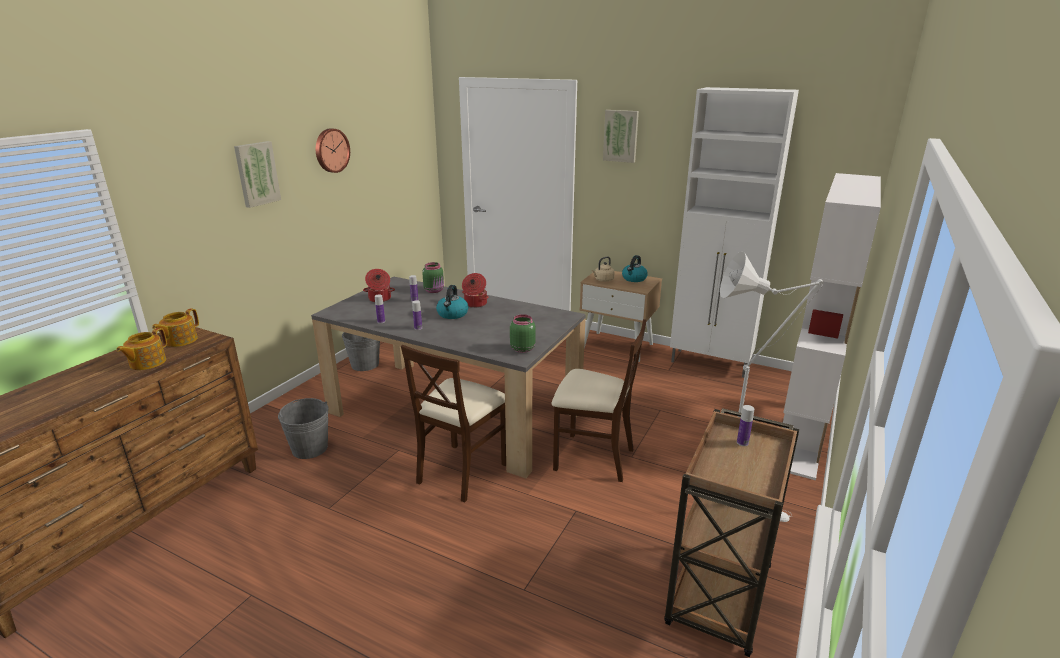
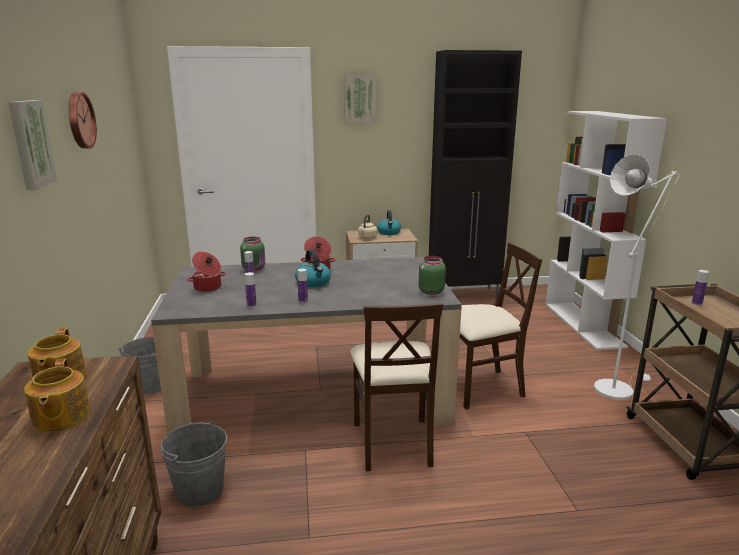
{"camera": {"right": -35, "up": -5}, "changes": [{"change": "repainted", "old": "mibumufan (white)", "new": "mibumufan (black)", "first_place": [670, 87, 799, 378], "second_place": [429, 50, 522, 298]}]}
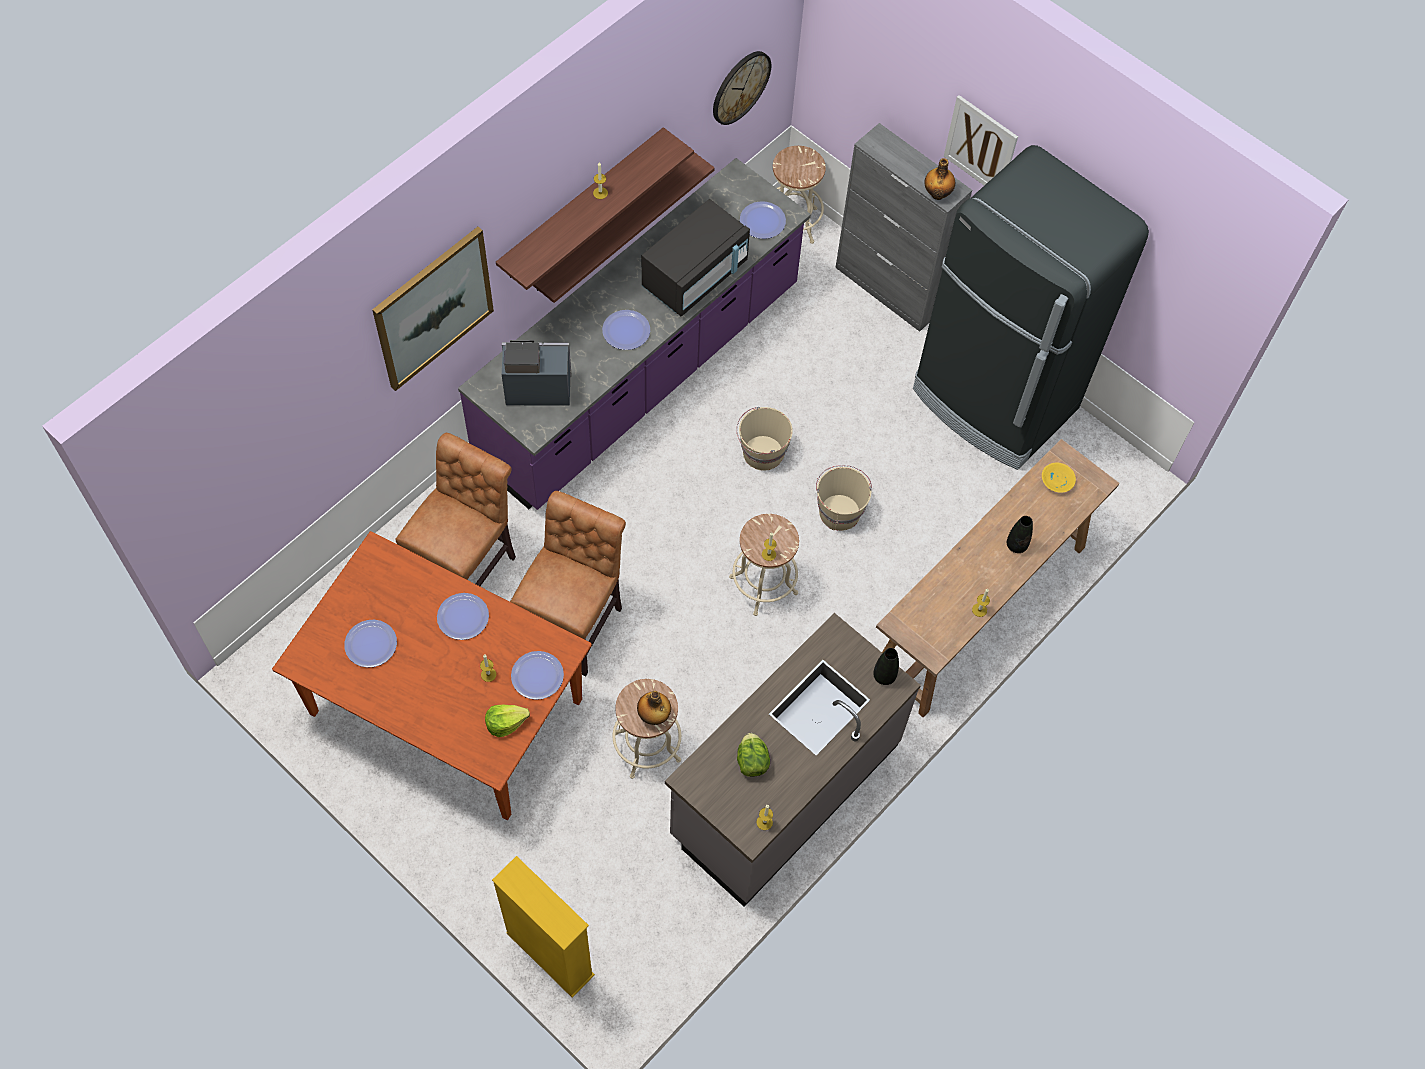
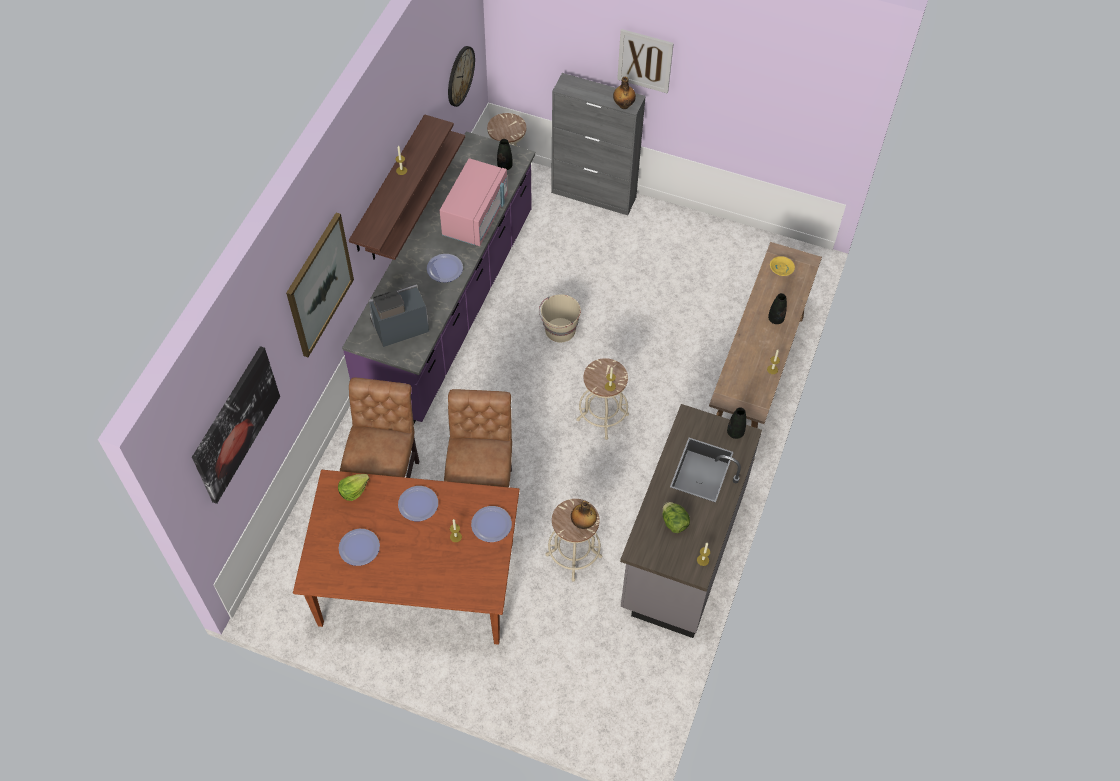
{"camera": {"right": -20, "up": -5}, "changes": [{"change": "shifted", "old": "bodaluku", "first_place": [485, 704, 530, 737], "second_place": [338, 474, 370, 501]}, {"change": "gone", "old": "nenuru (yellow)", "first_place": [492, 856, 595, 998]}, {"change": "repainted", "old": "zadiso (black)", "new": "zadiso (pink)", "first_place": [642, 199, 750, 317], "second_place": [440, 158, 508, 246]}, {"change": "swapped", "old": "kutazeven", "new": "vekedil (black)", "first_place": [740, 201, 786, 239], "second_place": [497, 139, 513, 170]}, {"change": "gone", "old": "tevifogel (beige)", "first_place": [816, 465, 872, 531]}, {"change": "gone", "old": "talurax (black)", "first_place": [913, 145, 1149, 470]}, {"change": "new", "new": "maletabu", "second_place": [192, 346, 280, 504]}]}
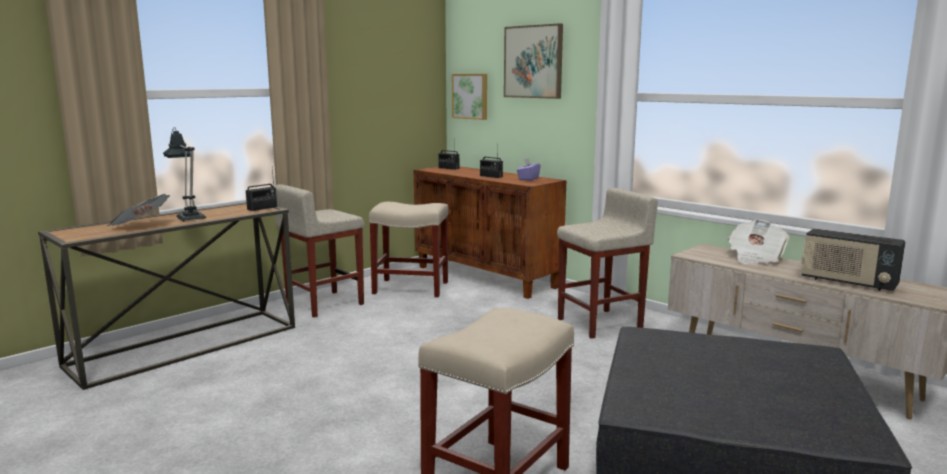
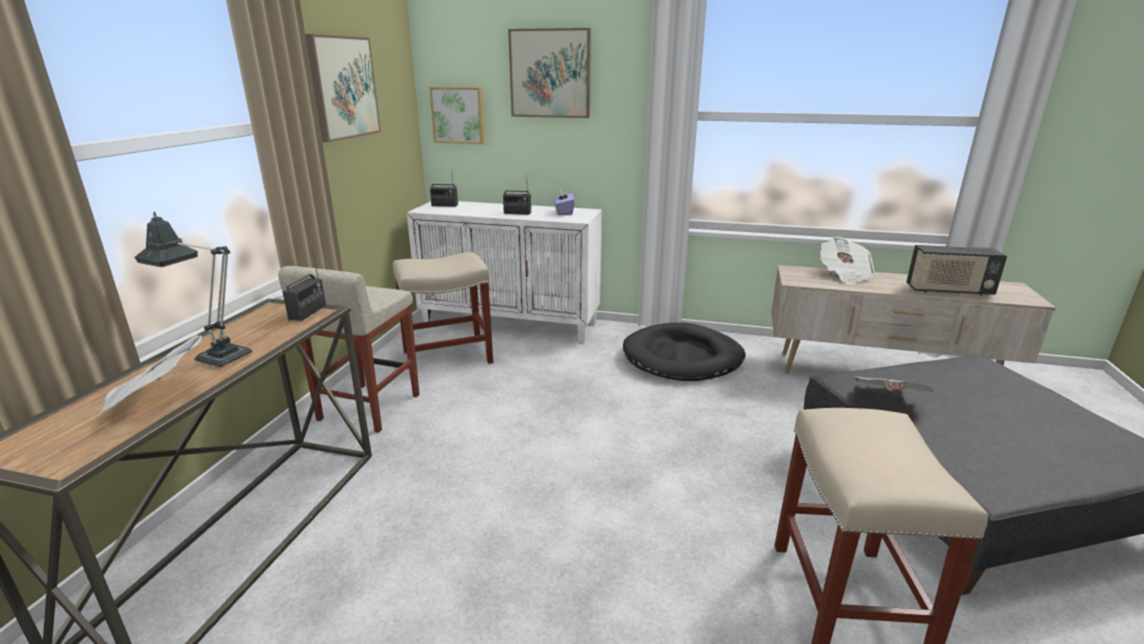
{"camera": {"right": -30, "up": 10}, "changes": [{"change": "repainted", "old": "mibumufan (brown)", "new": "mibumufan (white)", "first_place": [414, 166, 566, 299], "second_place": [407, 201, 602, 343]}, {"change": "swapped", "old": "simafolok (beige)", "new": "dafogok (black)", "first_place": [557, 188, 658, 339], "second_place": [623, 323, 745, 381]}, {"change": "new", "new": "maletabu", "second_place": [305, 34, 381, 142]}, {"change": "new", "new": "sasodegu", "second_place": [853, 376, 933, 392]}]}
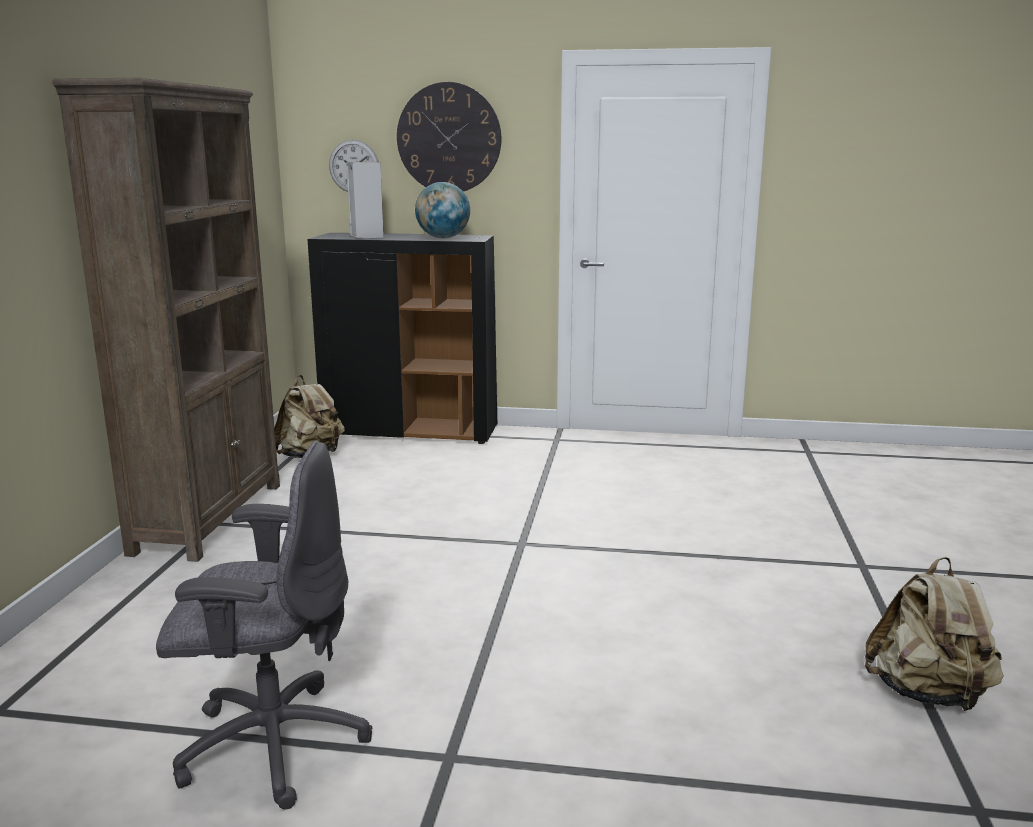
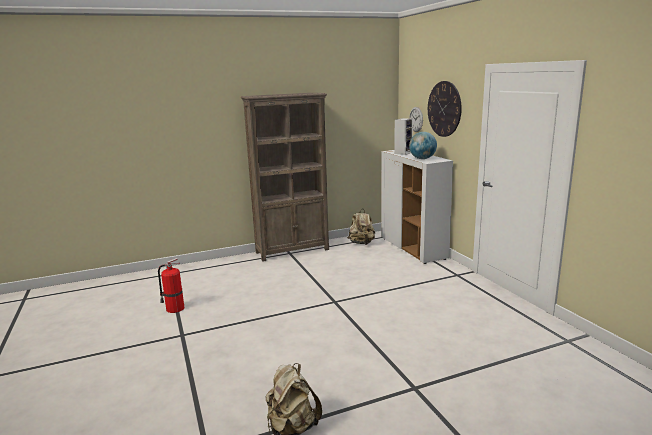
{"camera": {"right": 60, "up": 0}, "changes": [{"change": "swapped", "old": "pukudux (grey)", "new": "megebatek", "first_place": [156, 441, 373, 809], "second_place": [158, 258, 185, 313]}, {"change": "repainted", "old": "mibumufan (black)", "new": "mibumufan (white)", "first_place": [307, 233, 497, 444], "second_place": [381, 150, 453, 264]}]}
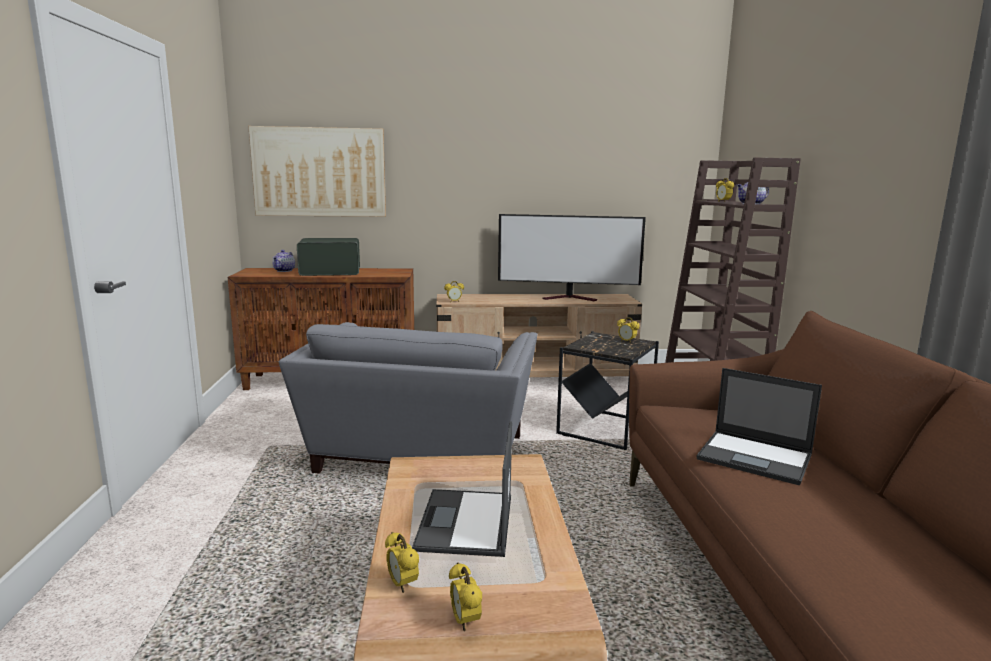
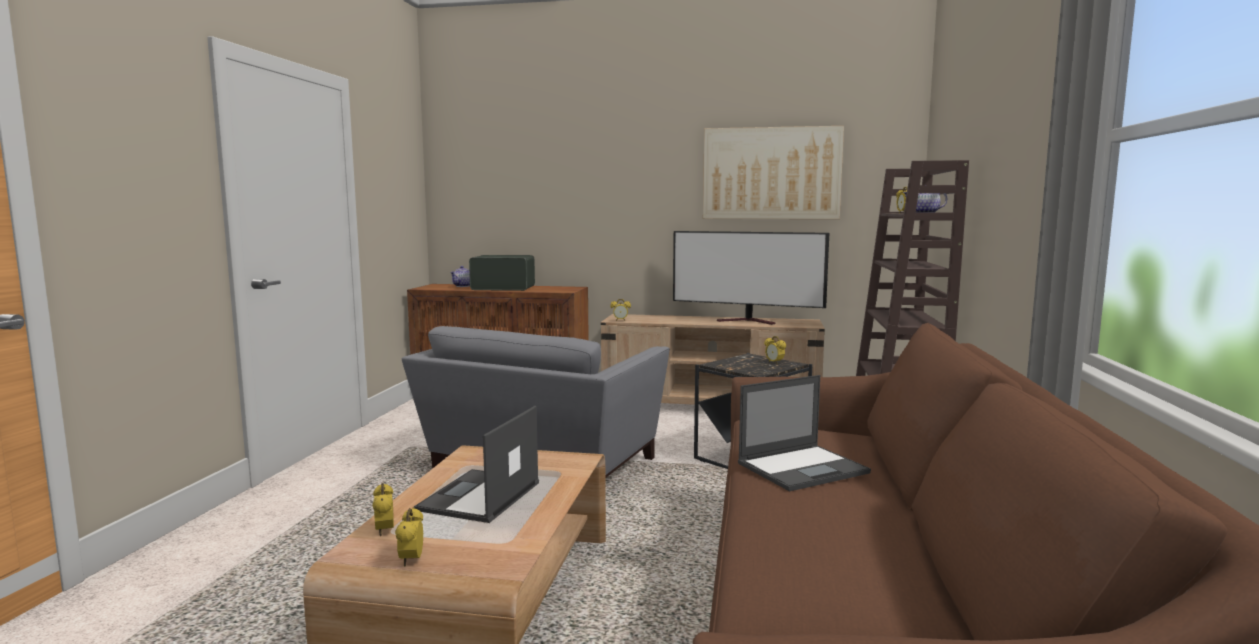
{"camera": {"right": 15, "up": -5}, "changes": [{"change": "shifted", "old": "maletabu", "first_place": [248, 126, 386, 217], "second_place": [703, 126, 844, 219]}, {"change": "rotated", "old": "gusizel", "first_place": [697, 368, 822, 486], "second_place": [738, 375, 871, 491], "degrees": -75}]}
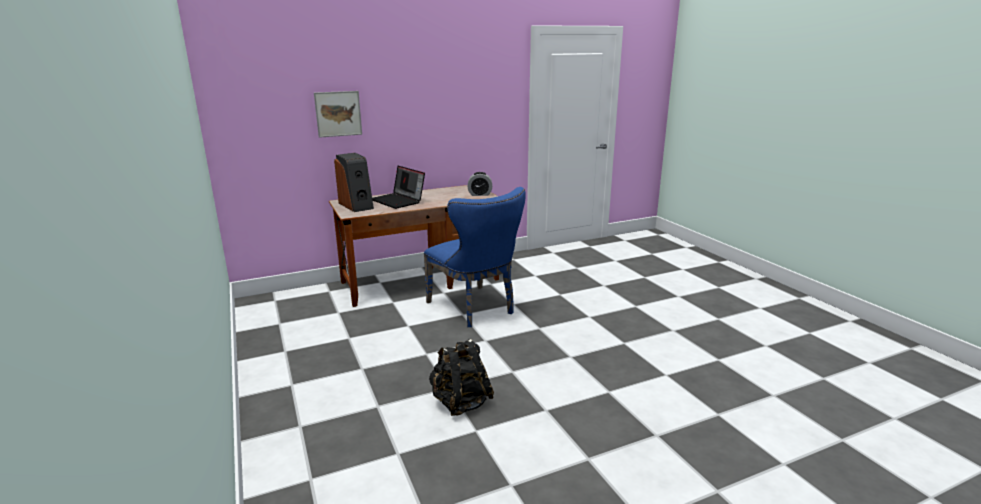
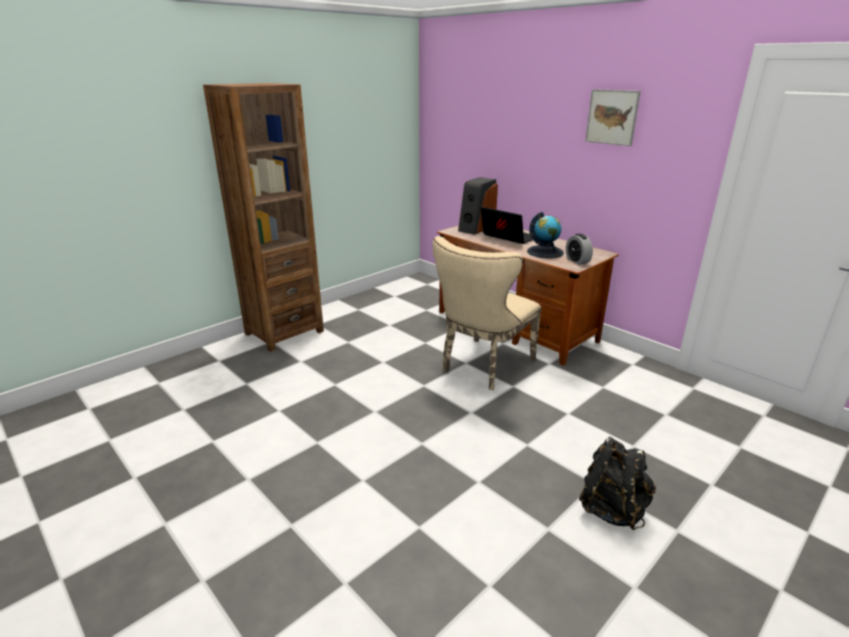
{"camera": {"right": 70, "up": 5}, "changes": [{"change": "shifted", "old": "maletabu", "first_place": [314, 91, 362, 138], "second_place": [585, 89, 641, 146]}, {"change": "rotated", "old": "gusizel", "first_place": [372, 166, 425, 209], "second_place": [480, 207, 533, 244], "degrees": 105}, {"change": "repainted", "old": "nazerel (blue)", "new": "nazerel (beige)", "first_place": [424, 187, 526, 327], "second_place": [433, 236, 542, 390]}, {"change": "shifted", "old": "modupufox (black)", "first_place": [429, 339, 494, 416], "second_place": [579, 437, 656, 530]}, {"change": "new", "new": "nenuru (brown)", "second_place": [203, 83, 324, 352]}, {"change": "new", "new": "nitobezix", "second_place": [527, 212, 564, 258]}]}
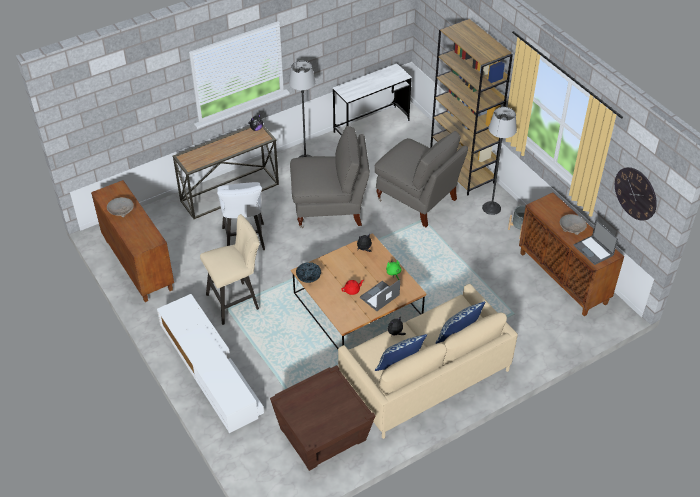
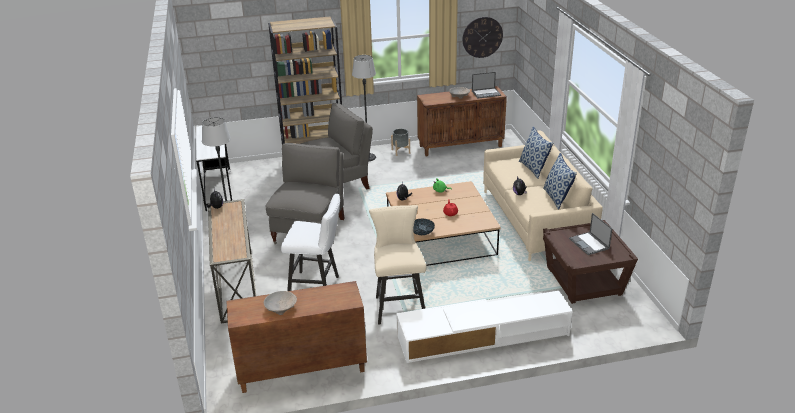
{"camera": {"right": -70, "up": -15}, "changes": [{"change": "shifted", "old": "gusizel", "first_place": [360, 279, 400, 311], "second_place": [569, 213, 612, 255]}]}
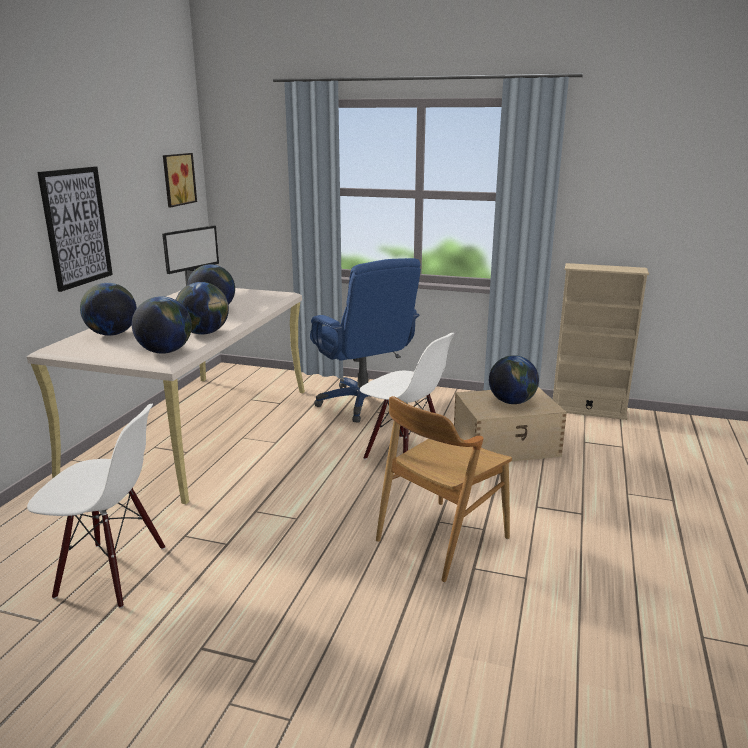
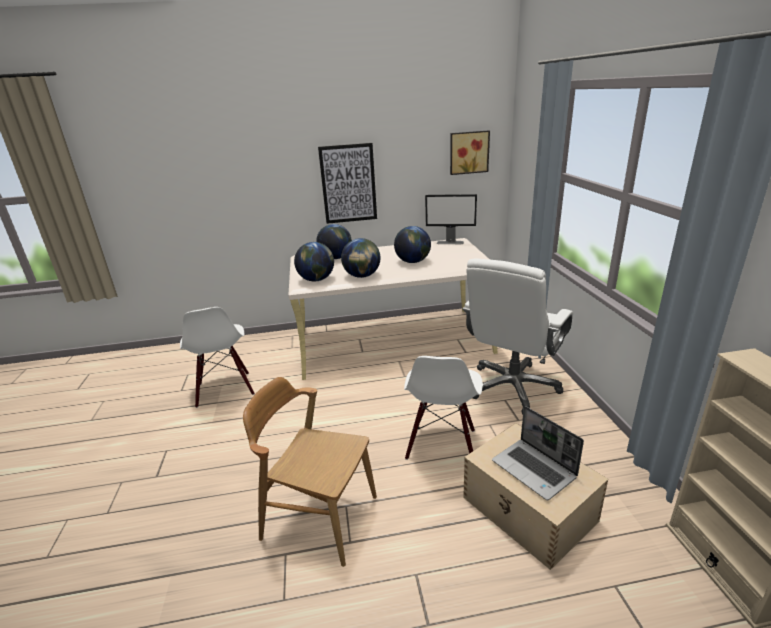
{"camera": {"right": 65, "up": 5}, "changes": [{"change": "repainted", "old": "pukudux (blue)", "new": "pukudux (white)", "first_place": [310, 258, 421, 423], "second_place": [462, 258, 573, 415]}, {"change": "swapped", "old": "nitobezix", "new": "gusizel", "first_place": [489, 355, 539, 404], "second_place": [492, 406, 584, 500]}]}
